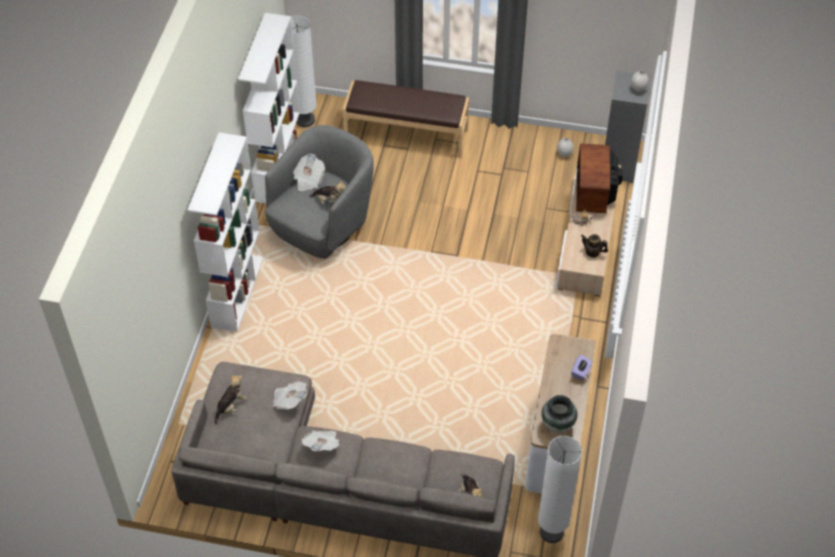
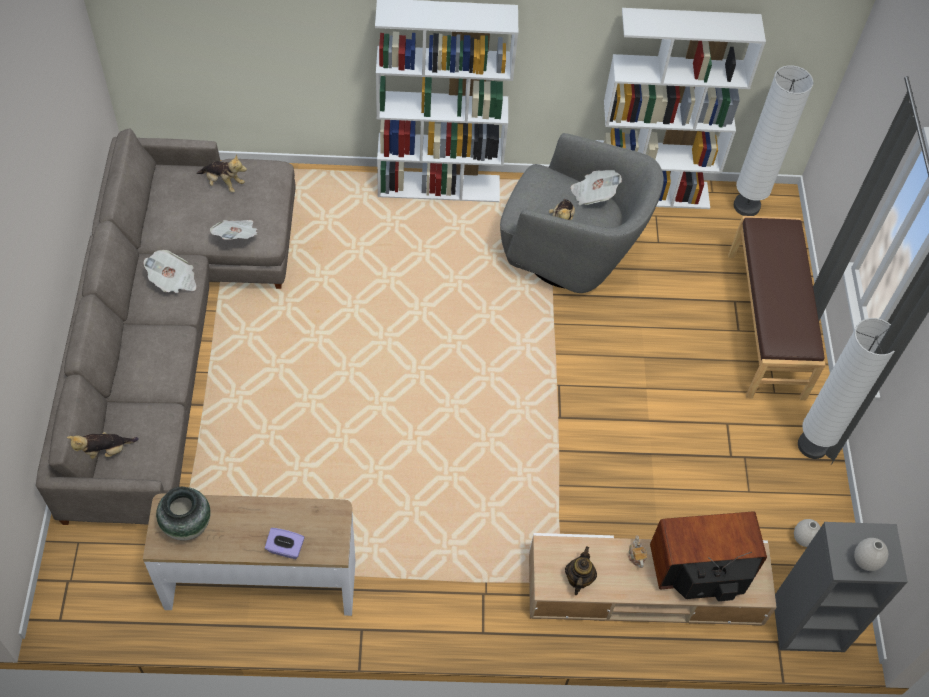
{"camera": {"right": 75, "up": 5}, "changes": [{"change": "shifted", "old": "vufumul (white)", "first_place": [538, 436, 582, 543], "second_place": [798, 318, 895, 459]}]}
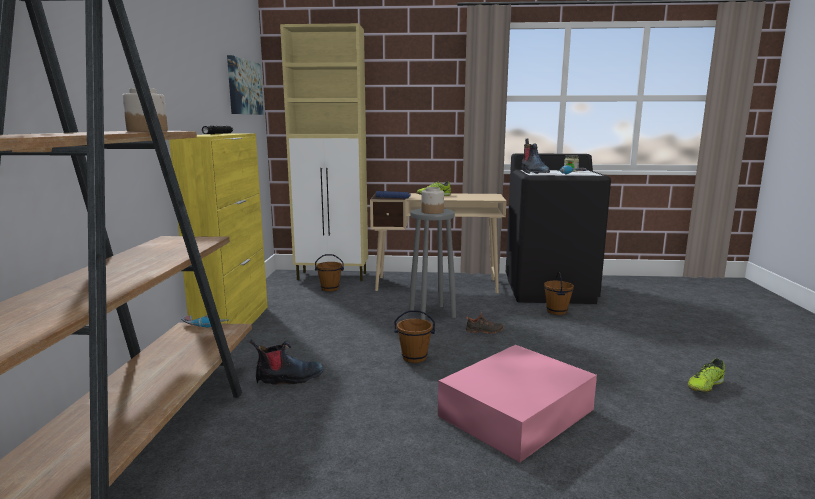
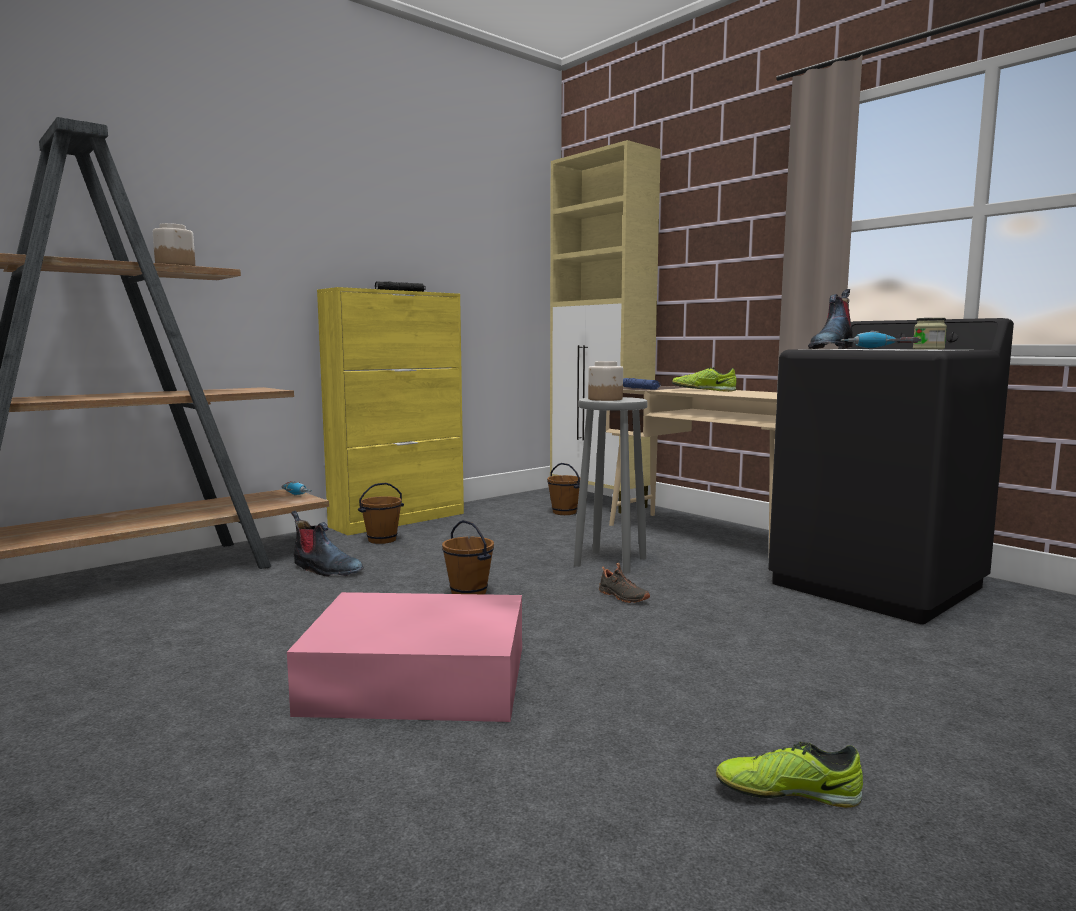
{"camera": {"right": 45, "up": -5}, "changes": [{"change": "gone", "old": "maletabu", "first_place": [227, 55, 264, 115]}, {"change": "shifted", "old": "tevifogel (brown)", "first_place": [544, 272, 574, 315], "second_place": [358, 482, 404, 544]}]}
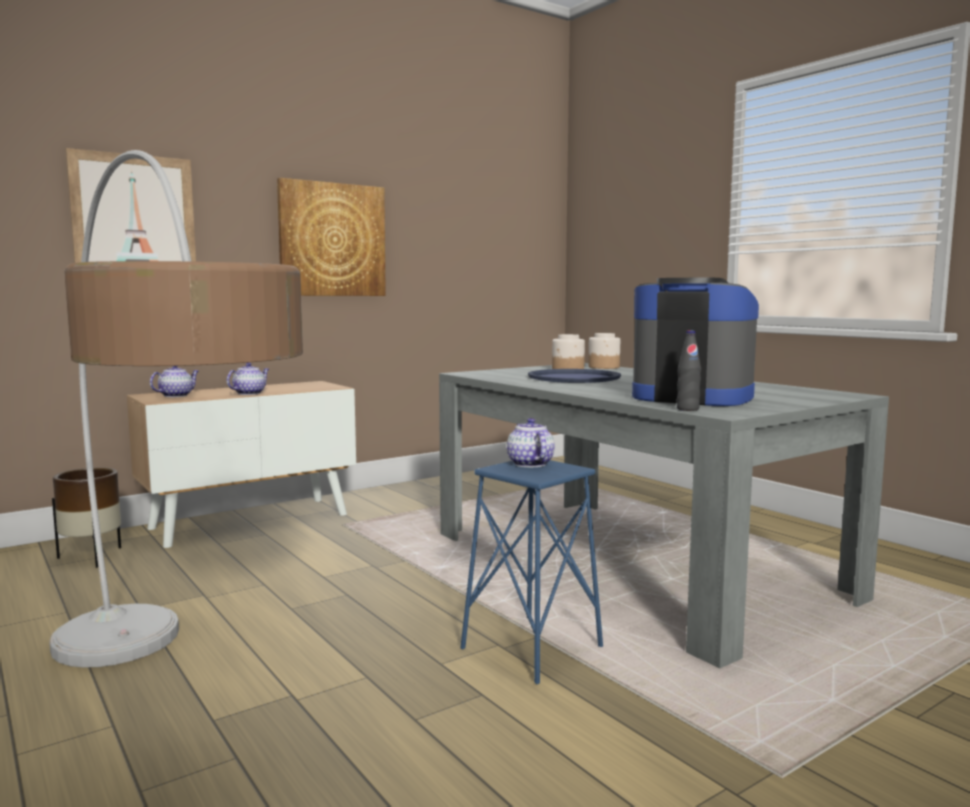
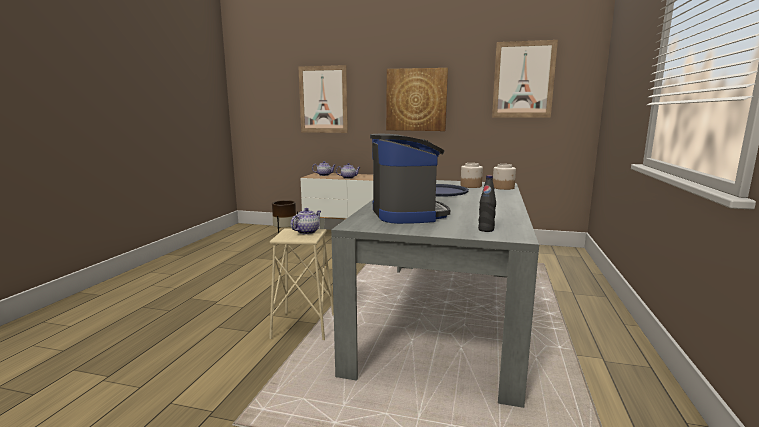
{"camera": {"right": 50, "up": 5}, "changes": [{"change": "gone", "old": "vufumul", "first_place": [49, 150, 303, 668]}, {"change": "repainted", "old": "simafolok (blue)", "new": "simafolok (beige)", "first_place": [460, 460, 603, 685], "second_place": [269, 228, 334, 340]}, {"change": "shifted", "old": "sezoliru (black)", "first_place": [677, 330, 701, 411], "second_place": [478, 175, 496, 232]}, {"change": "new", "new": "maletabu", "second_place": [492, 40, 558, 118]}]}
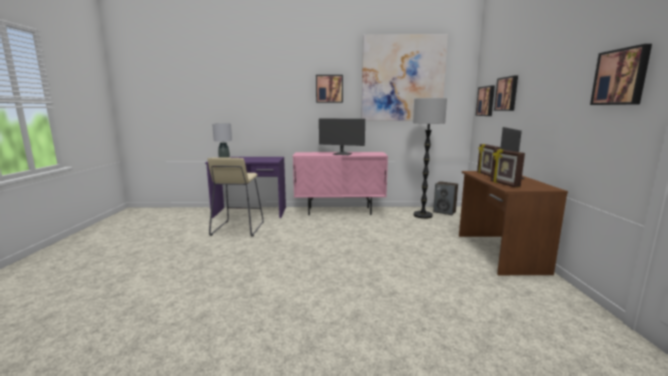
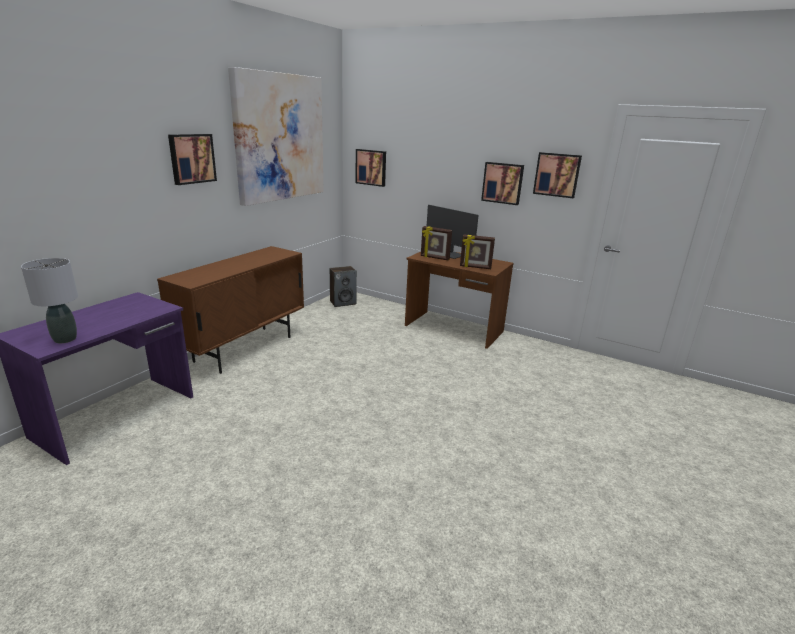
{"camera": {"right": -60, "up": 10}, "changes": [{"change": "gone", "old": "simafolok (beige)", "first_place": [208, 158, 264, 237]}, {"change": "repainted", "old": "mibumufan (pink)", "new": "mibumufan (brown)", "first_place": [293, 152, 388, 215], "second_place": [157, 246, 304, 374]}, {"change": "gone", "old": "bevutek", "first_place": [319, 118, 365, 155]}, {"change": "gone", "old": "vufumul", "first_place": [413, 98, 447, 219]}, {"change": "shifted", "old": "maletabu", "first_place": [494, 76, 518, 111], "second_place": [481, 162, 524, 205]}]}
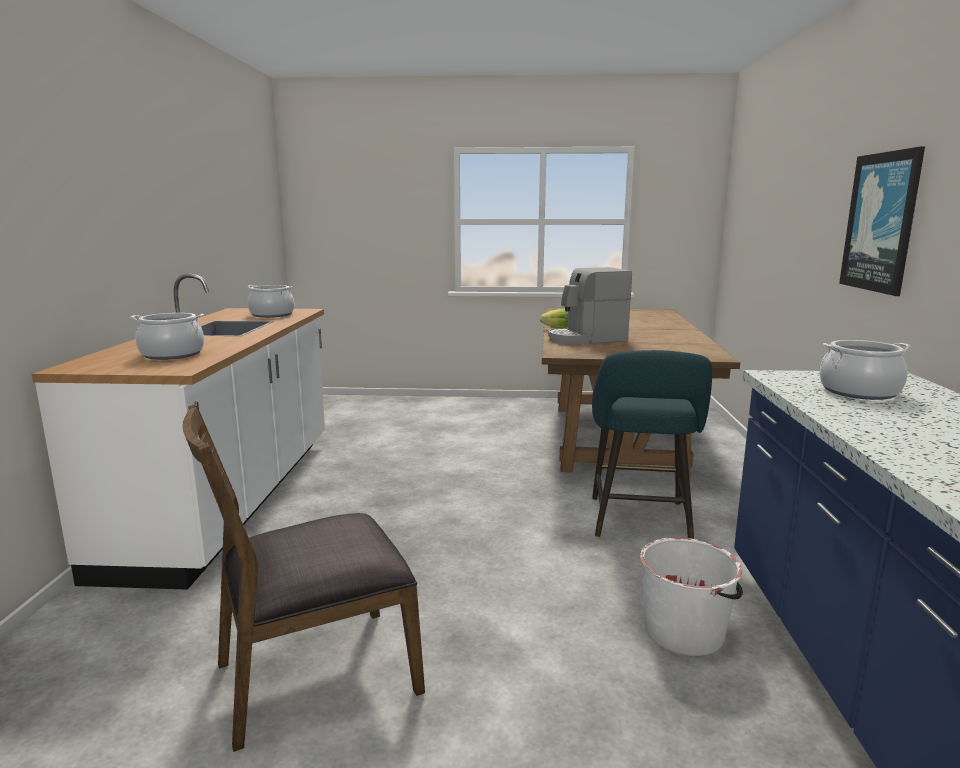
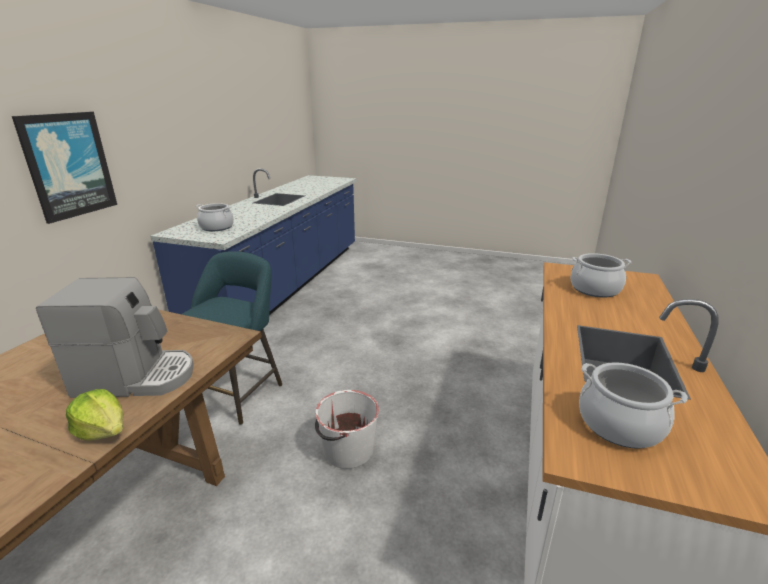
{"camera": {"right": -165, "up": 10}, "changes": [{"change": "gone", "old": "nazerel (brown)", "first_place": [183, 404, 425, 752]}, {"change": "shifted", "old": "tevifogel (white)", "first_place": [640, 537, 743, 656], "second_place": [315, 390, 379, 469]}]}
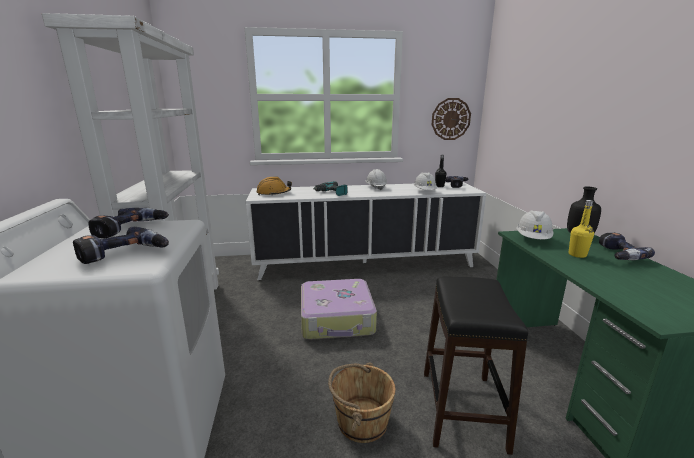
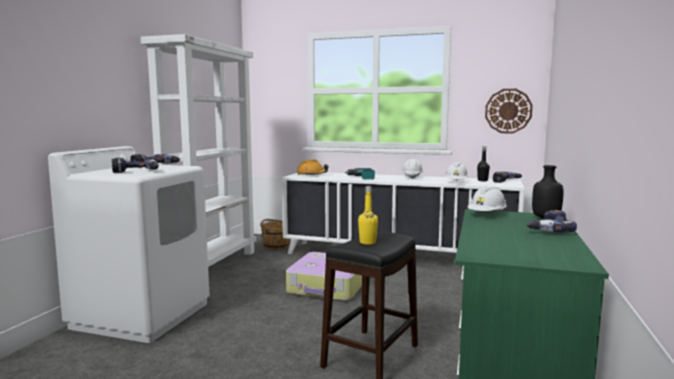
{"camera": {"right": 25, "up": -10}, "changes": [{"change": "shifted", "old": "tevifogel (brown)", "first_place": [328, 362, 396, 443], "second_place": [260, 219, 290, 250]}, {"change": "shifted", "old": "sezoliru (yellow)", "first_place": [569, 200, 594, 258], "second_place": [358, 186, 378, 245]}]}
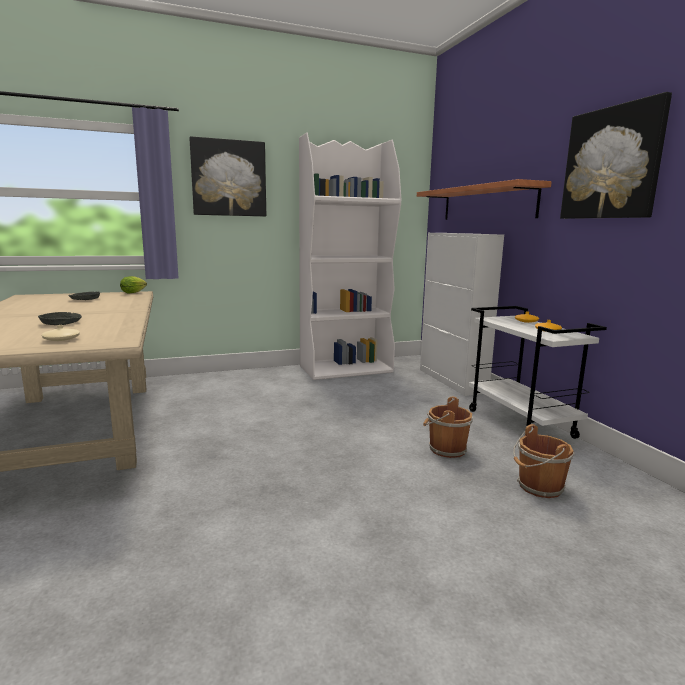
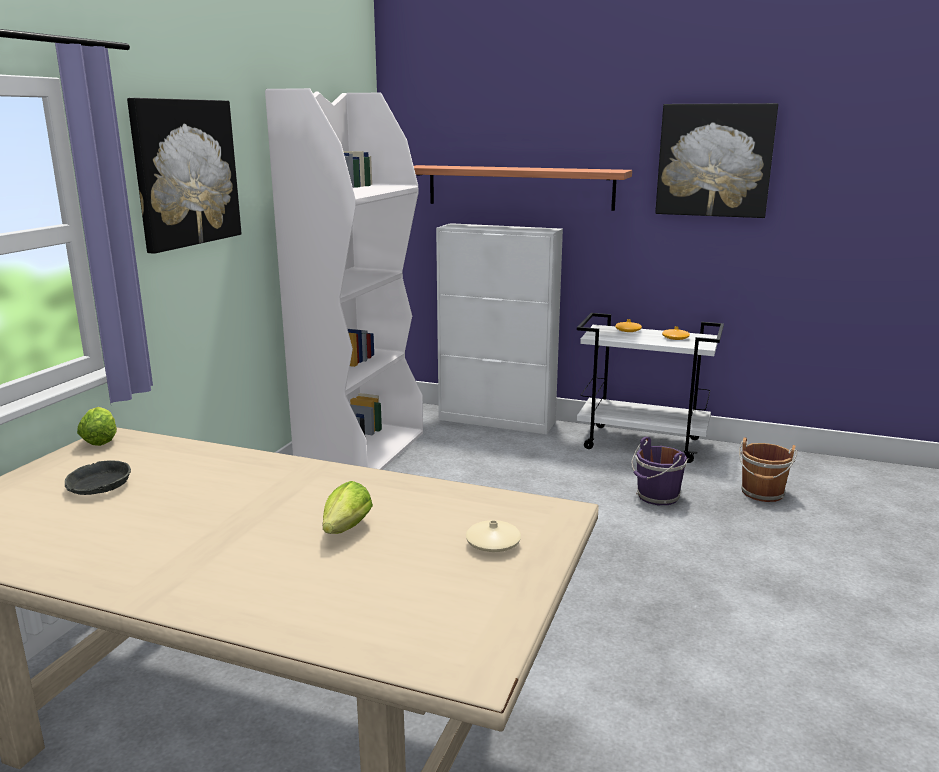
{"camera": {"right": -50, "up": 5}, "changes": [{"change": "swapped", "old": "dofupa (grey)", "new": "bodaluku", "first_place": [38, 312, 82, 325], "second_place": [323, 481, 373, 534]}, {"change": "repainted", "old": "tevifogel (brown)", "new": "tevifogel (purple)", "first_place": [423, 396, 473, 458], "second_place": [631, 437, 688, 505]}]}
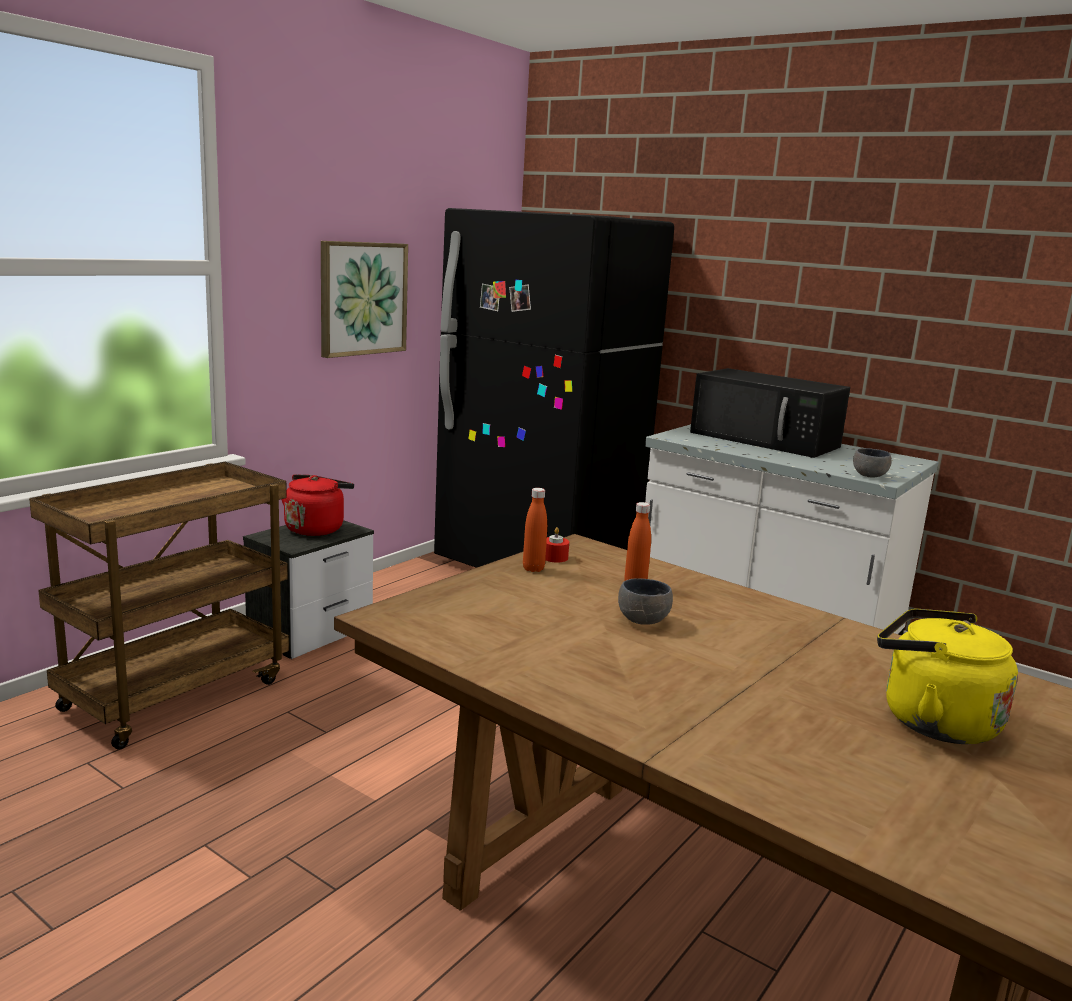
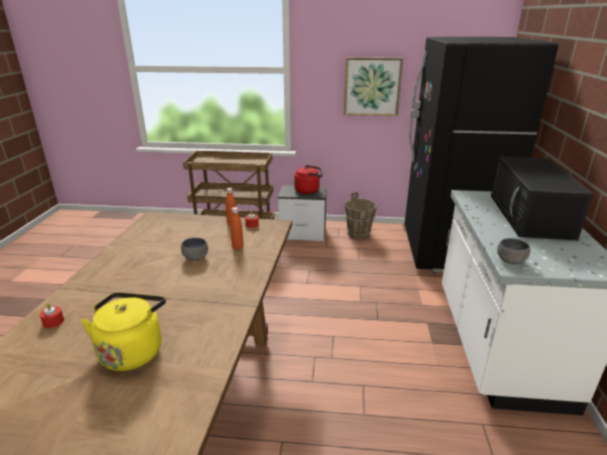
{"camera": {"right": 60, "up": 10}, "changes": [{"change": "new", "new": "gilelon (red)", "second_place": [40, 304, 64, 328]}, {"change": "new", "new": "tevifogel (brown)", "second_place": [345, 192, 377, 239]}]}
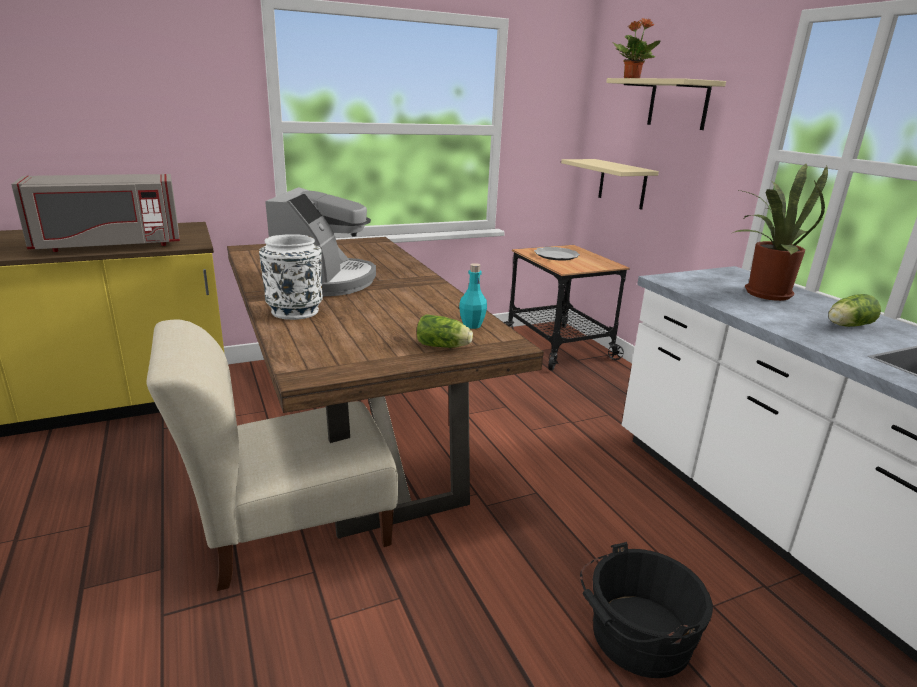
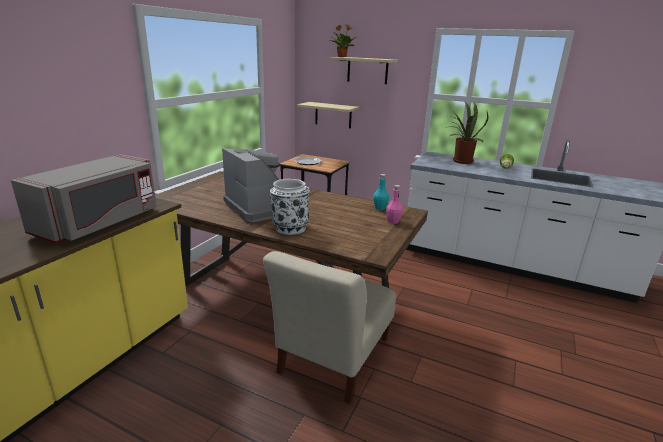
{"camera": {"right": -40, "up": 0}, "changes": [{"change": "swapped", "old": "bodaluku", "new": "sezoliru (pink)", "first_place": [417, 314, 473, 348], "second_place": [386, 185, 403, 224]}, {"change": "gone", "old": "tevifogel (black)", "first_place": [580, 542, 713, 678]}]}
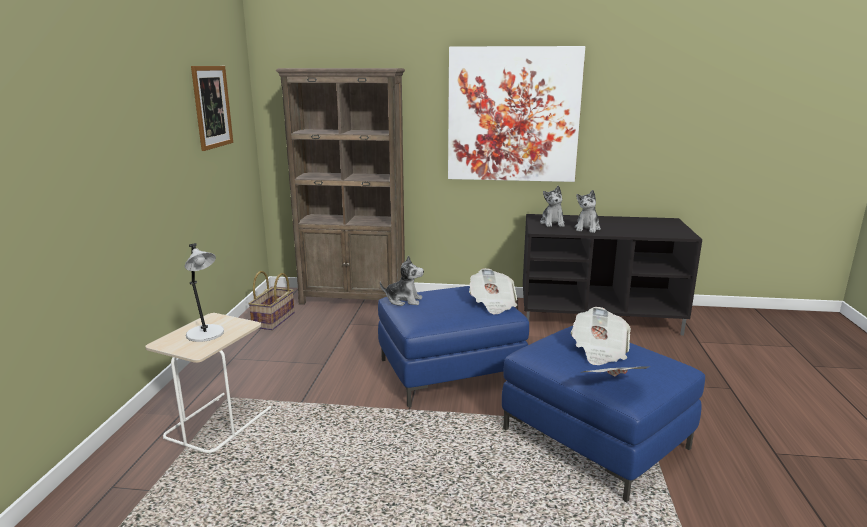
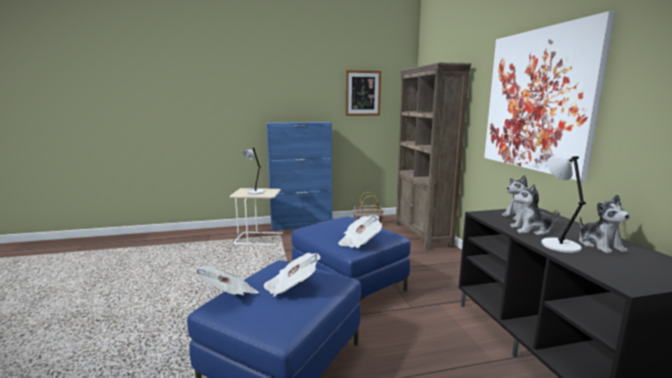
{"camera": {"right": 70, "up": -5}, "changes": [{"change": "shifted", "old": "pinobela", "first_place": [380, 255, 424, 306], "second_place": [579, 194, 630, 253]}, {"change": "new", "new": "mibumufan (blue)", "second_place": [266, 122, 332, 231]}, {"change": "new", "new": "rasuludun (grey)", "second_place": [541, 156, 586, 253]}]}
